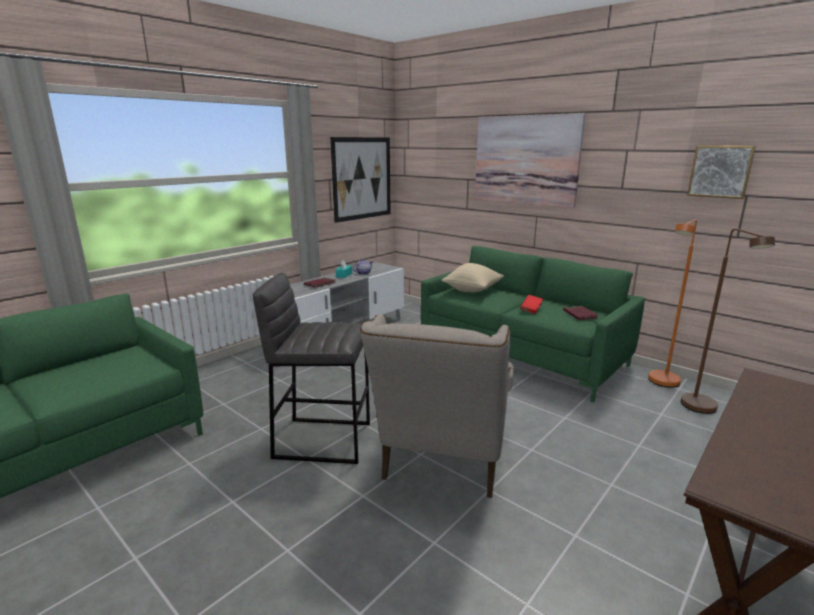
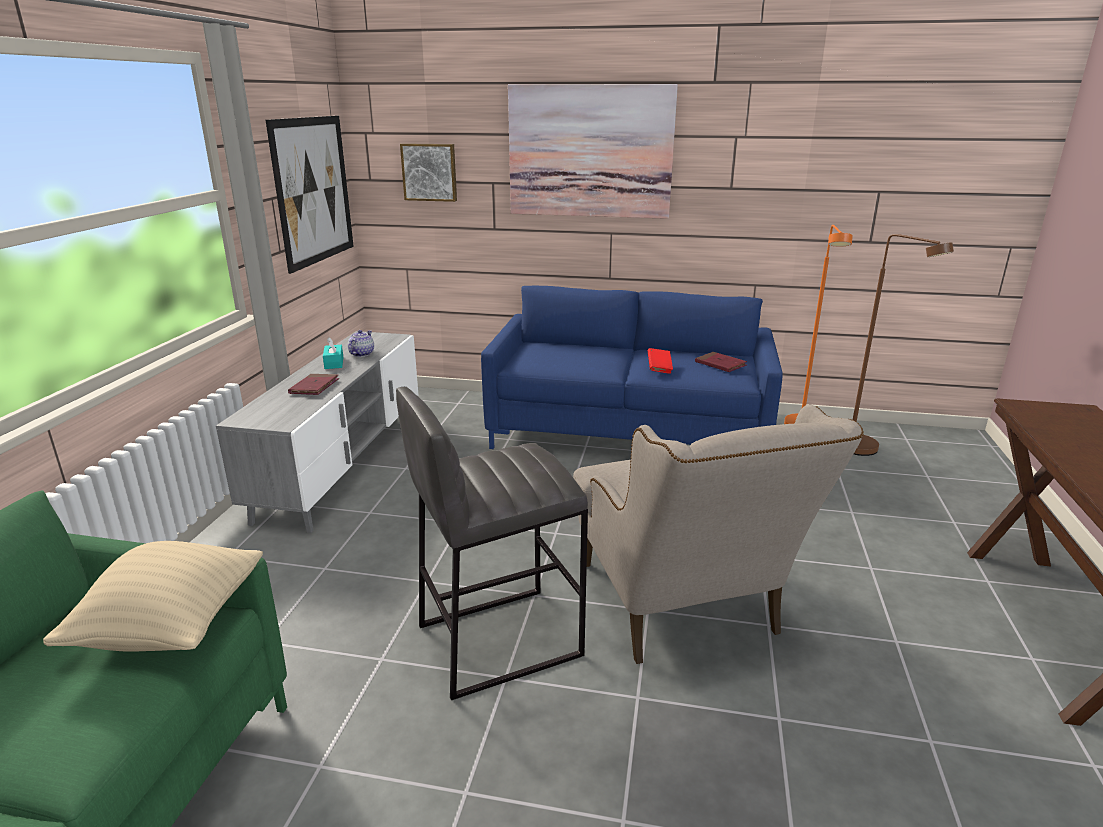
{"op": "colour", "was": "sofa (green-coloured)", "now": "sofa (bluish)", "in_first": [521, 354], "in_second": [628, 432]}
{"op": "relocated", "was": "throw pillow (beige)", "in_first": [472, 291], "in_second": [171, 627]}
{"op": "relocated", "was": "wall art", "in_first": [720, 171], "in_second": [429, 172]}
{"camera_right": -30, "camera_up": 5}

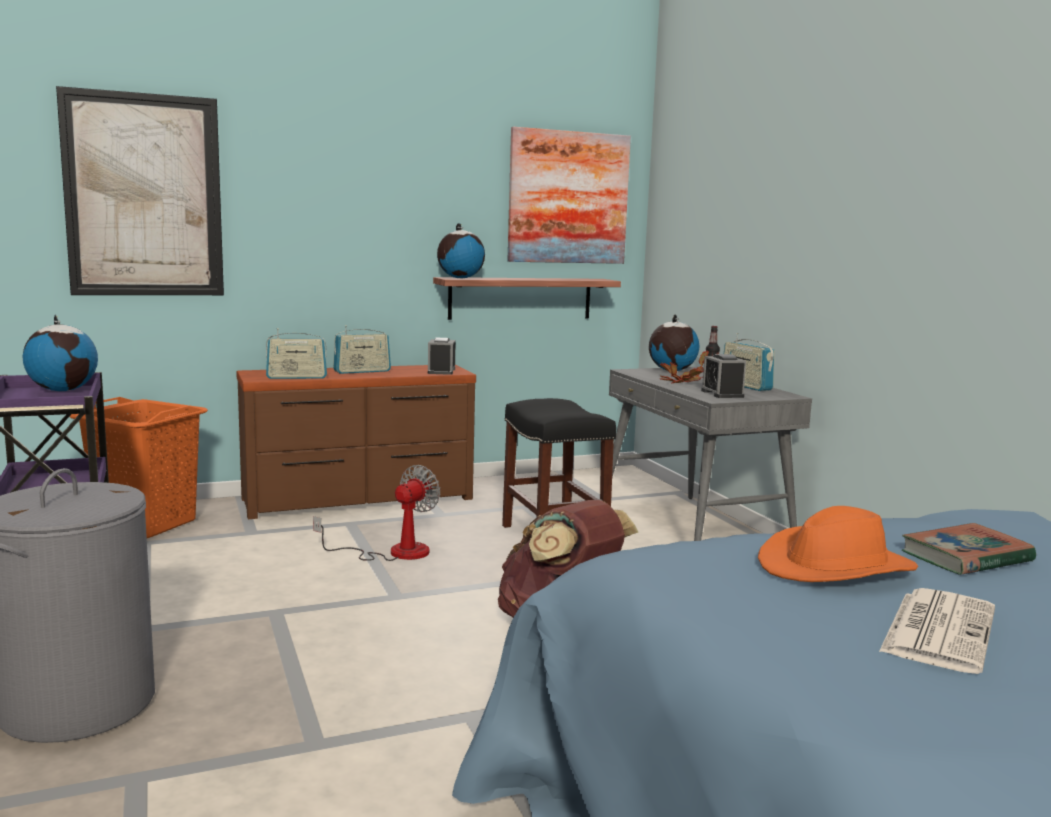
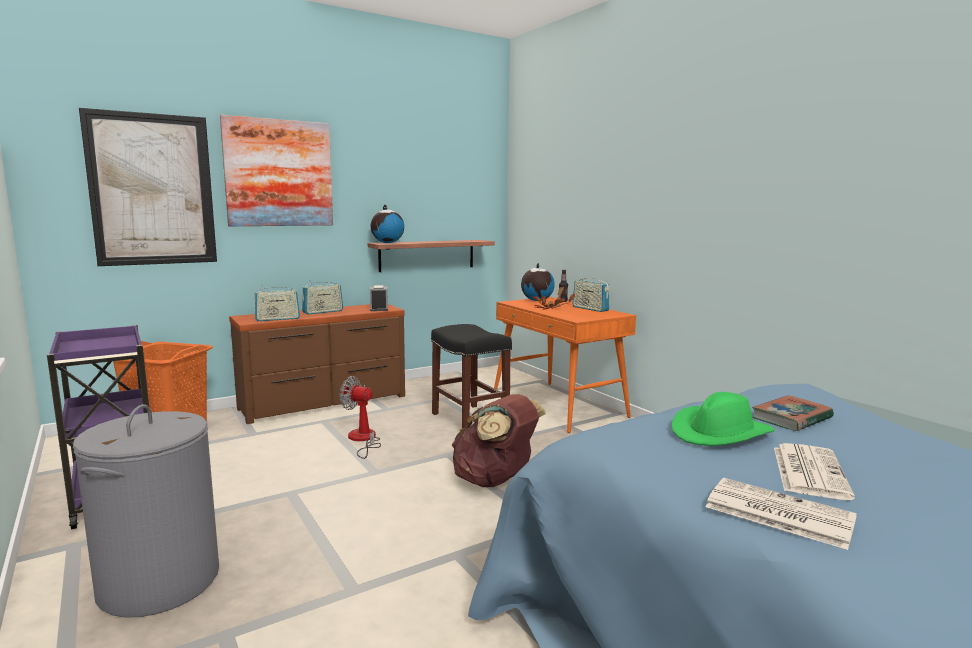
{"op": "missing", "was": "world globe", "in_first": [63, 390]}
{"op": "spun", "was": "fan", "in_first": [394, 552], "in_second": [363, 440], "clockwise": -90}
{"op": "relocated", "was": "wall art", "in_first": [568, 198], "in_second": [279, 173]}
{"op": "colour", "was": "desk table (gray)", "now": "desk table (orange)", "in_first": [693, 530], "in_second": [559, 406]}
{"op": "missing", "was": "table clock", "in_first": [722, 394]}
{"op": "colour", "was": "clothing hat (orange)", "now": "clothing hat (green-coloured)", "in_first": [835, 567], "in_second": [720, 433]}
{"op": "appeared", "now": "newspaper", "in_second": [776, 513]}
{"camera_right": -10, "camera_up": 0}

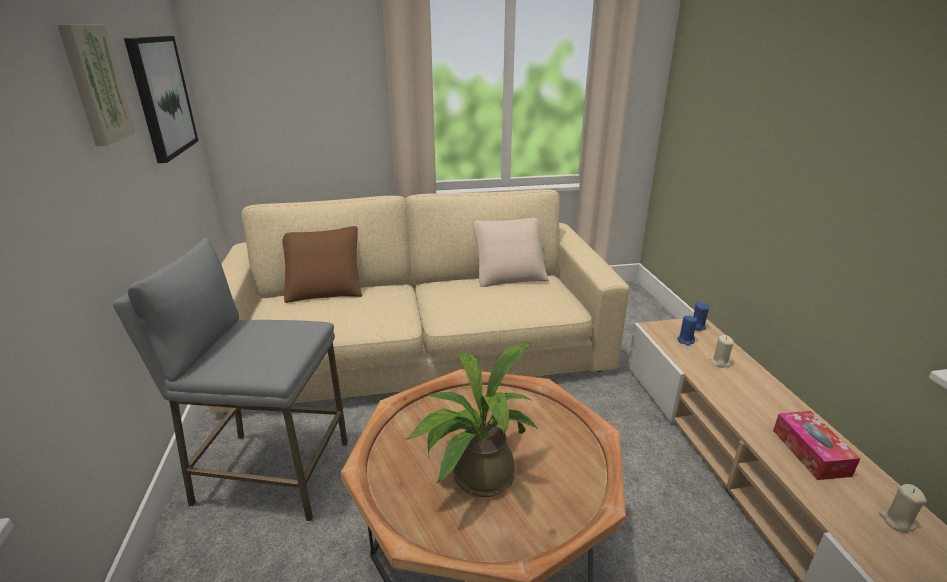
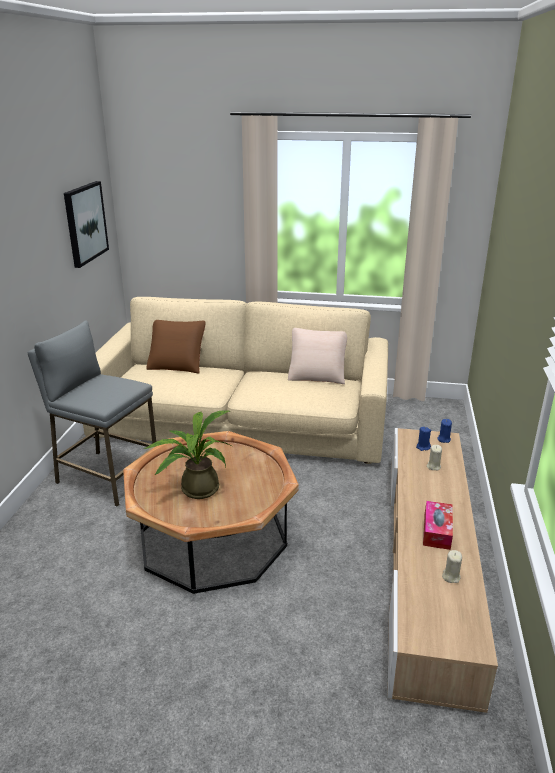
{"op": "missing", "was": "wall art", "in_first": [94, 84]}
{"camera_right": 20, "camera_up": 0}

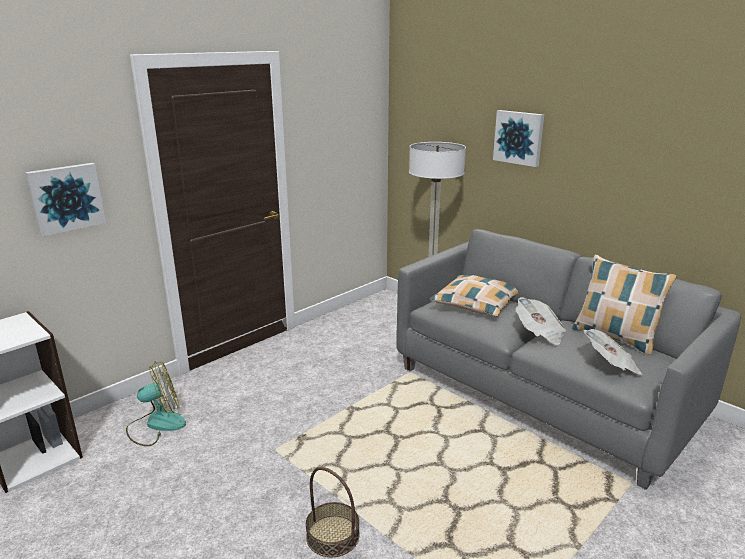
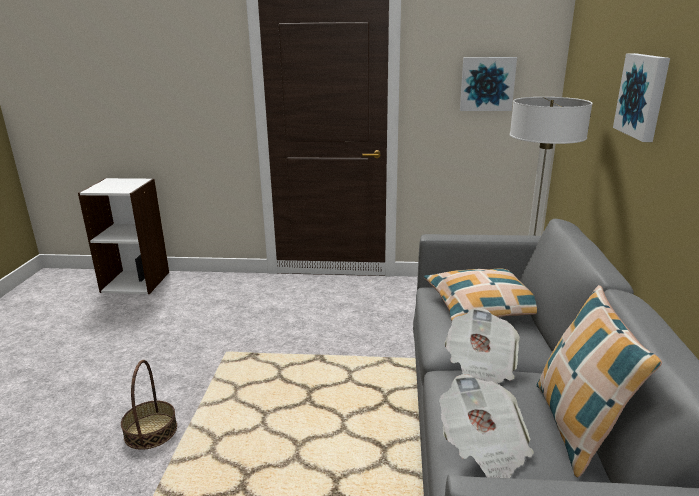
{"op": "relocated", "was": "wall art", "in_first": [66, 198], "in_second": [487, 84]}
{"op": "missing", "was": "fan", "in_first": [156, 424]}
{"camera_right": 50, "camera_up": 0}

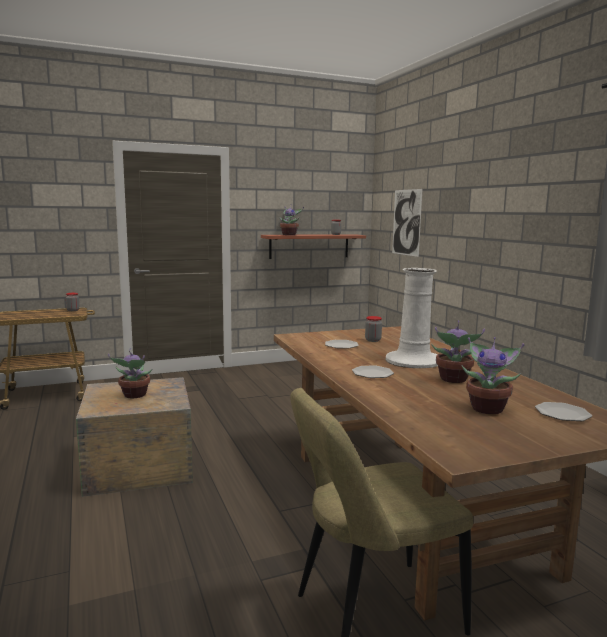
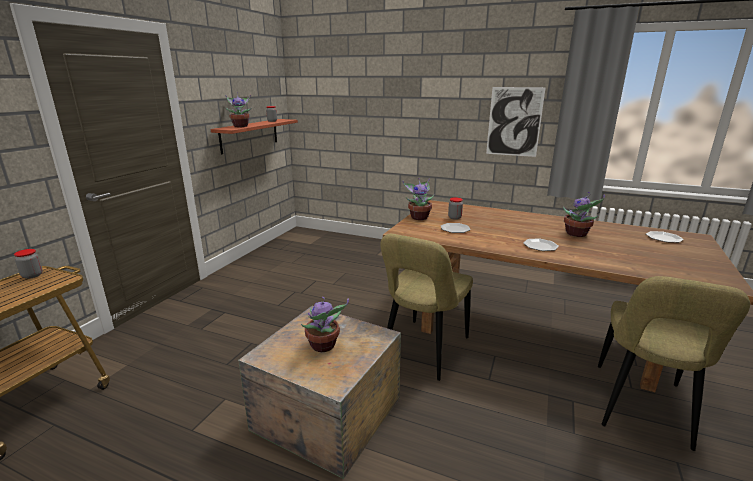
{"op": "missing", "was": "vase (white)", "in_first": [413, 360]}
{"op": "relocated", "was": "wall art", "in_first": [406, 222], "in_second": [514, 122]}
{"op": "relocated", "was": "houseplant", "in_first": [488, 408], "in_second": [419, 217]}
{"op": "appeared", "now": "upright chair (beige)", "in_second": [423, 351]}
{"camera_right": -45, "camera_up": 10}

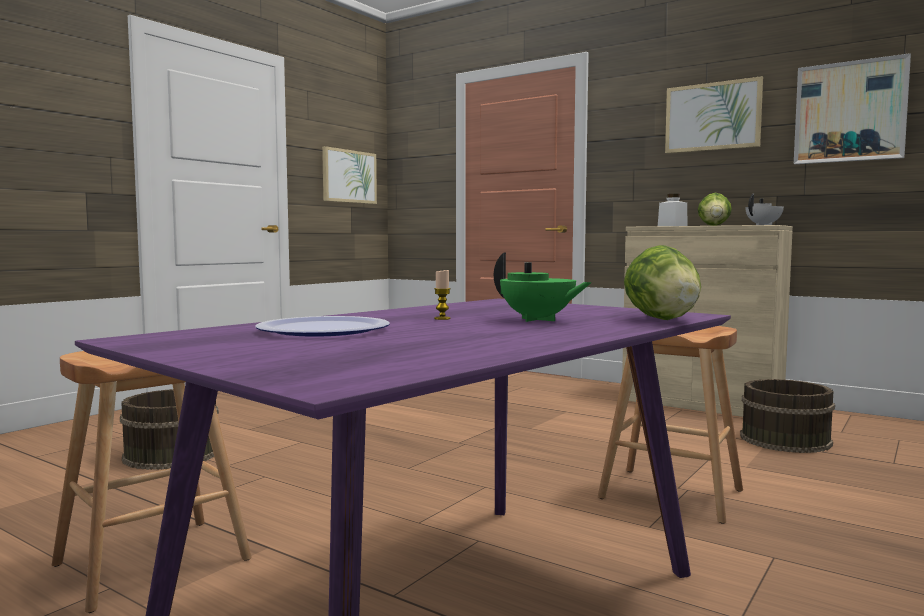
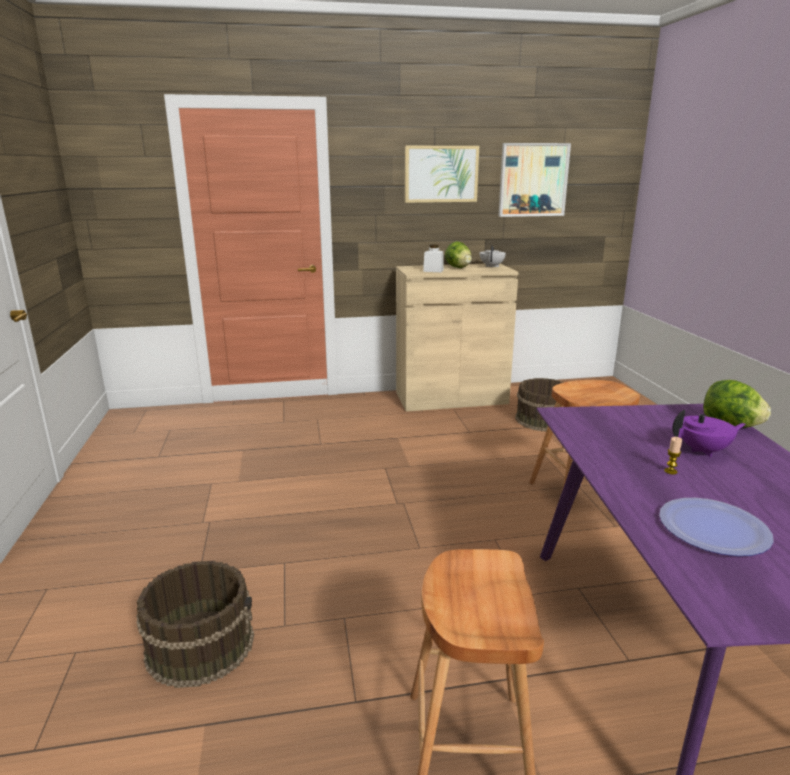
{"op": "missing", "was": "wall art", "in_first": [349, 176]}
{"op": "colour", "was": "teapot (green-coloured)", "now": "teapot (purplish)", "in_first": [538, 320], "in_second": [703, 451]}
{"camera_right": -45, "camera_up": 15}

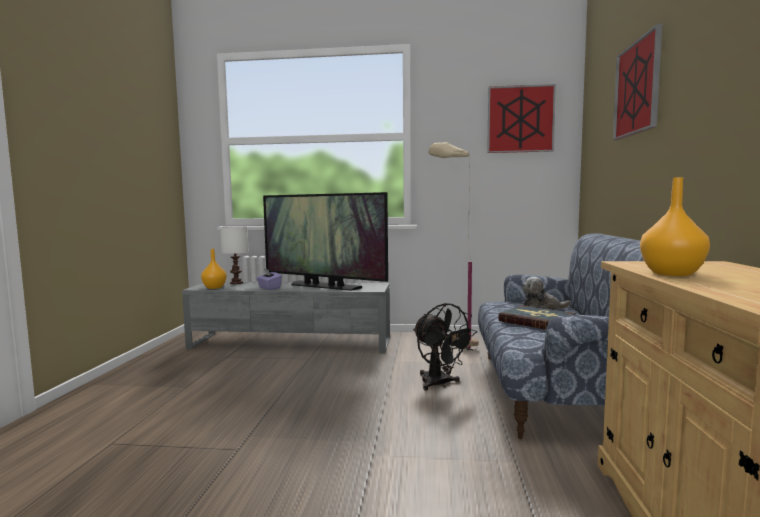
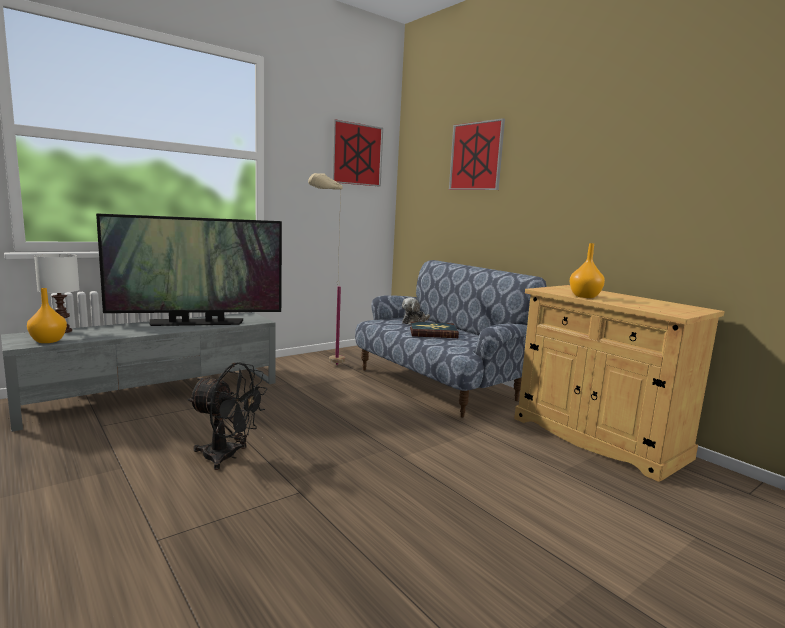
{"op": "missing", "was": "tissue holder (purplish)", "in_first": [269, 288]}
{"op": "relocated", "was": "fan (blackish)", "in_first": [439, 384], "in_second": [227, 457]}
{"camera_right": -45, "camera_up": 5}

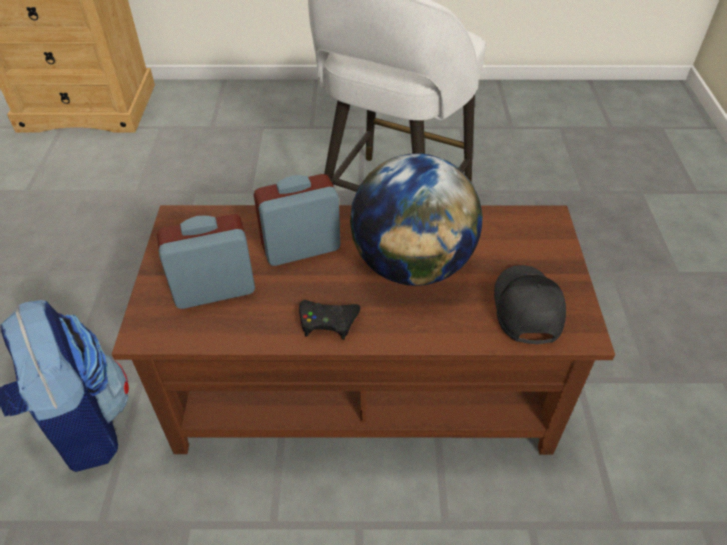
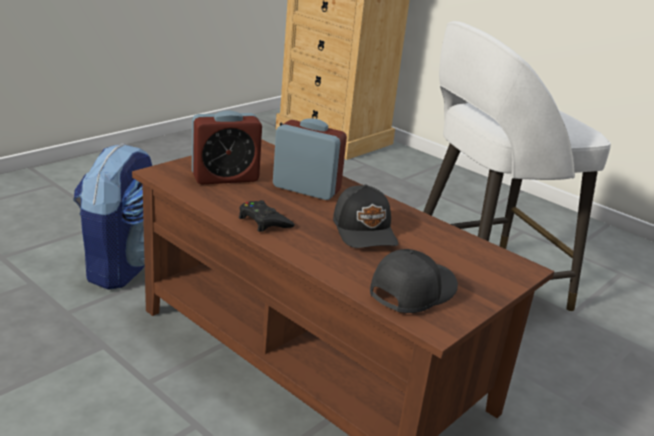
{"op": "spun", "was": "table clock", "in_first": [214, 289], "in_second": [225, 177], "clockwise": 135}
{"op": "exchanged", "was": "world globe", "now": "cap (blackish)", "in_first": [412, 265], "in_second": [365, 231]}
{"camera_right": 40, "camera_up": -20}

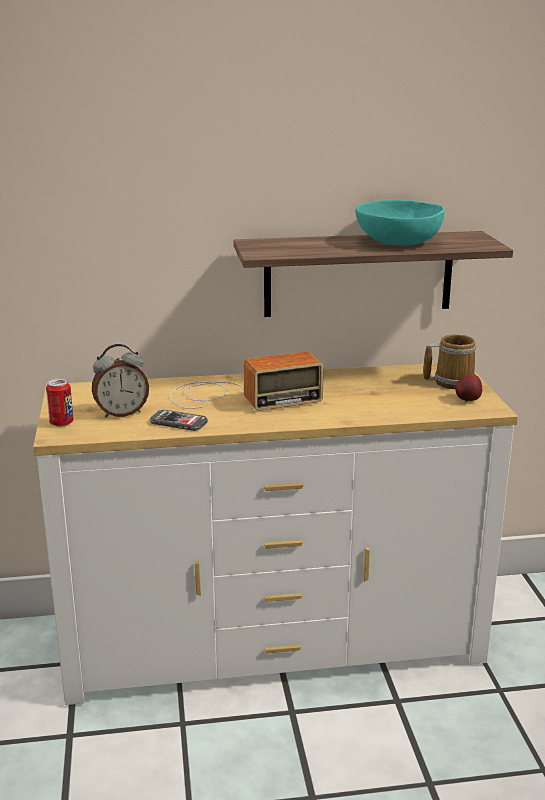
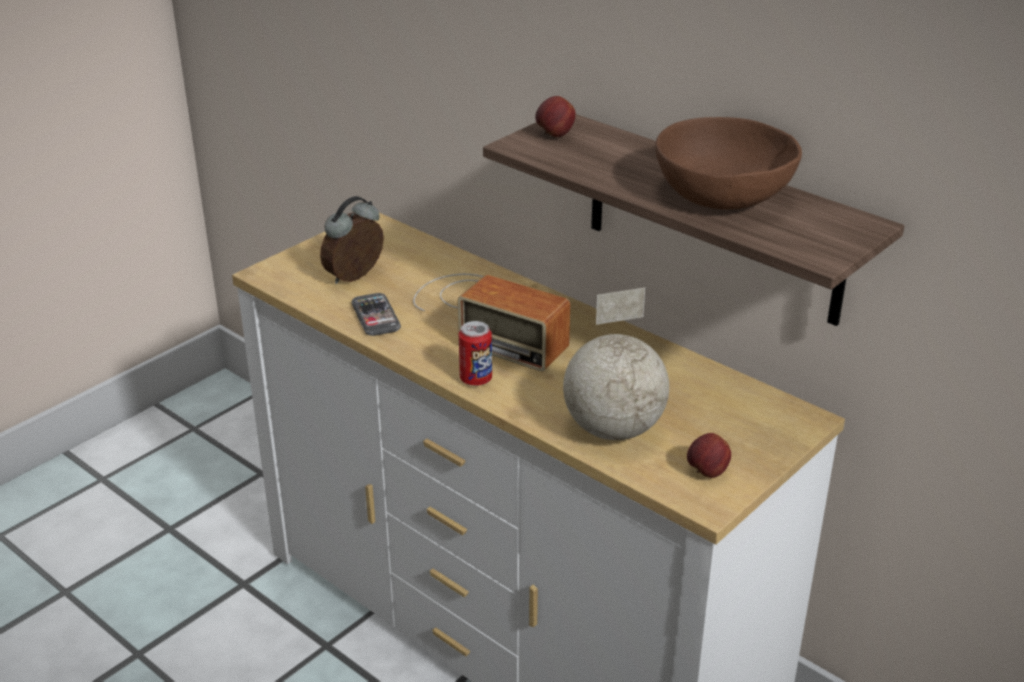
{"op": "relocated", "was": "can", "in_first": [61, 423], "in_second": [476, 379]}
{"op": "spun", "was": "table clock", "in_first": [121, 413], "in_second": [356, 278], "clockwise": 105}
{"op": "colour", "was": "deep dish (turquoise-coloured)", "now": "deep dish (brownish)", "in_first": [397, 242], "in_second": [722, 194]}
{"op": "missing", "was": "tea mug", "in_first": [450, 382]}
{"op": "appeared", "now": "apple", "in_second": [555, 135]}
{"op": "appeared", "now": "world globe", "in_second": [612, 429]}
{"camera_right": 50, "camera_up": 10}

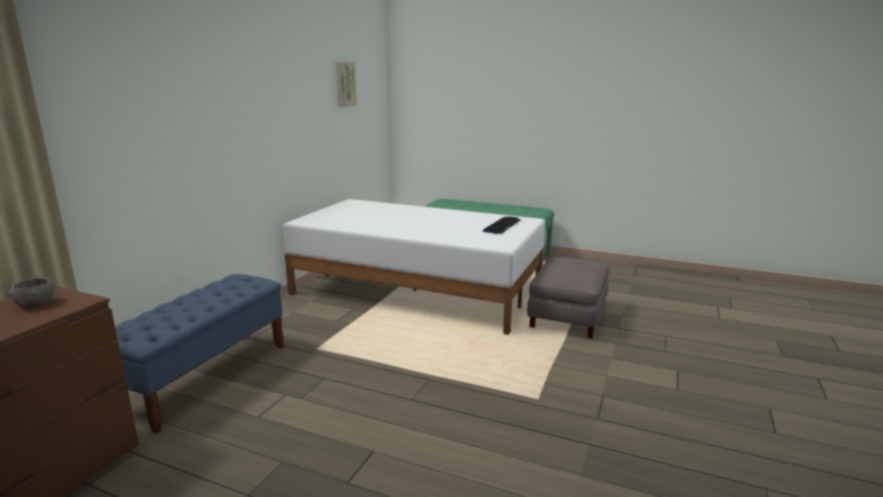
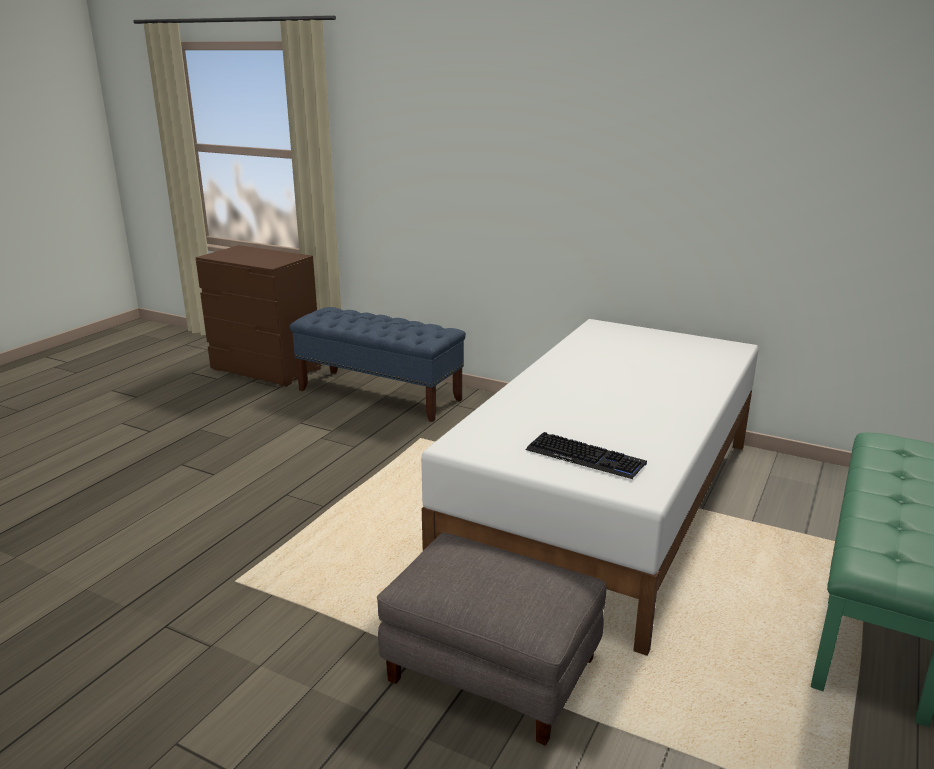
{"op": "missing", "was": "deep dish (gray)", "in_first": [35, 303]}
{"op": "missing", "was": "wall art", "in_first": [345, 84]}
{"camera_right": 95, "camera_up": 5}

